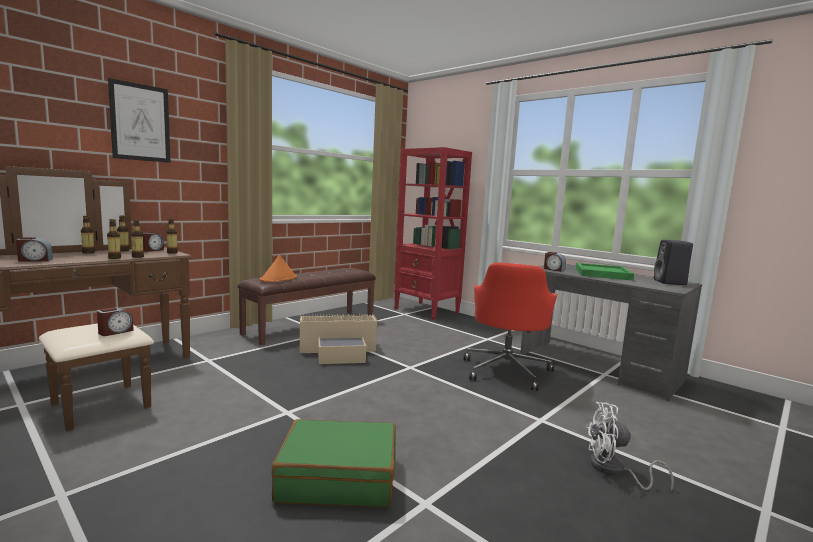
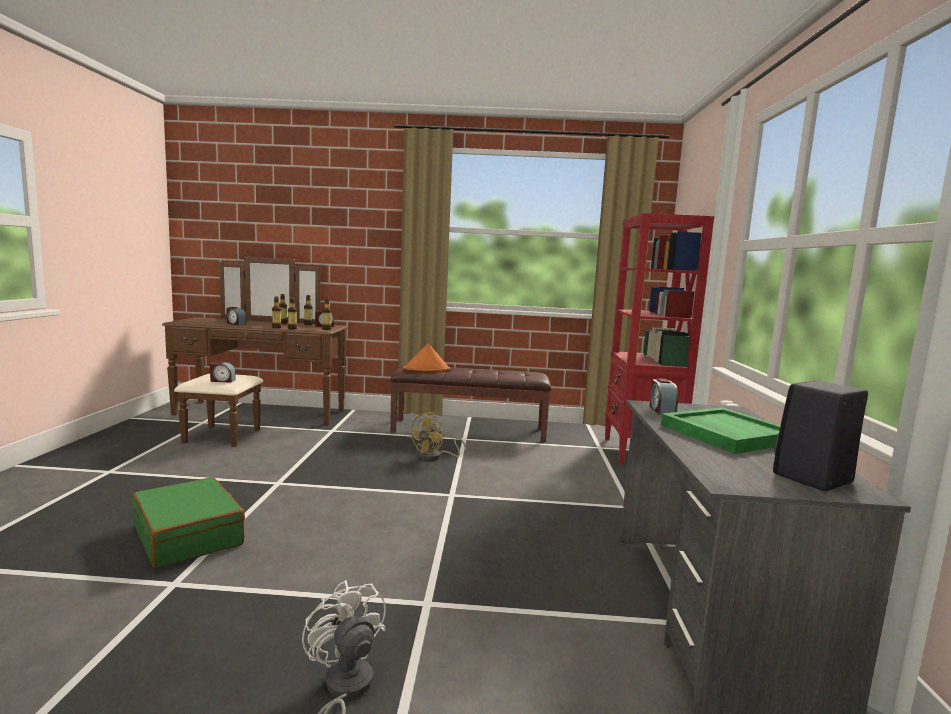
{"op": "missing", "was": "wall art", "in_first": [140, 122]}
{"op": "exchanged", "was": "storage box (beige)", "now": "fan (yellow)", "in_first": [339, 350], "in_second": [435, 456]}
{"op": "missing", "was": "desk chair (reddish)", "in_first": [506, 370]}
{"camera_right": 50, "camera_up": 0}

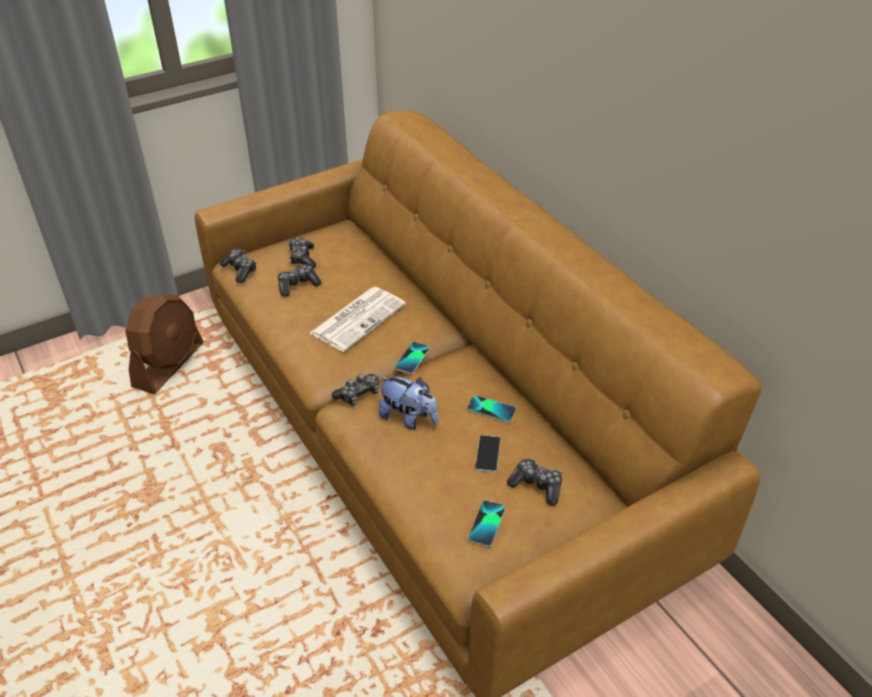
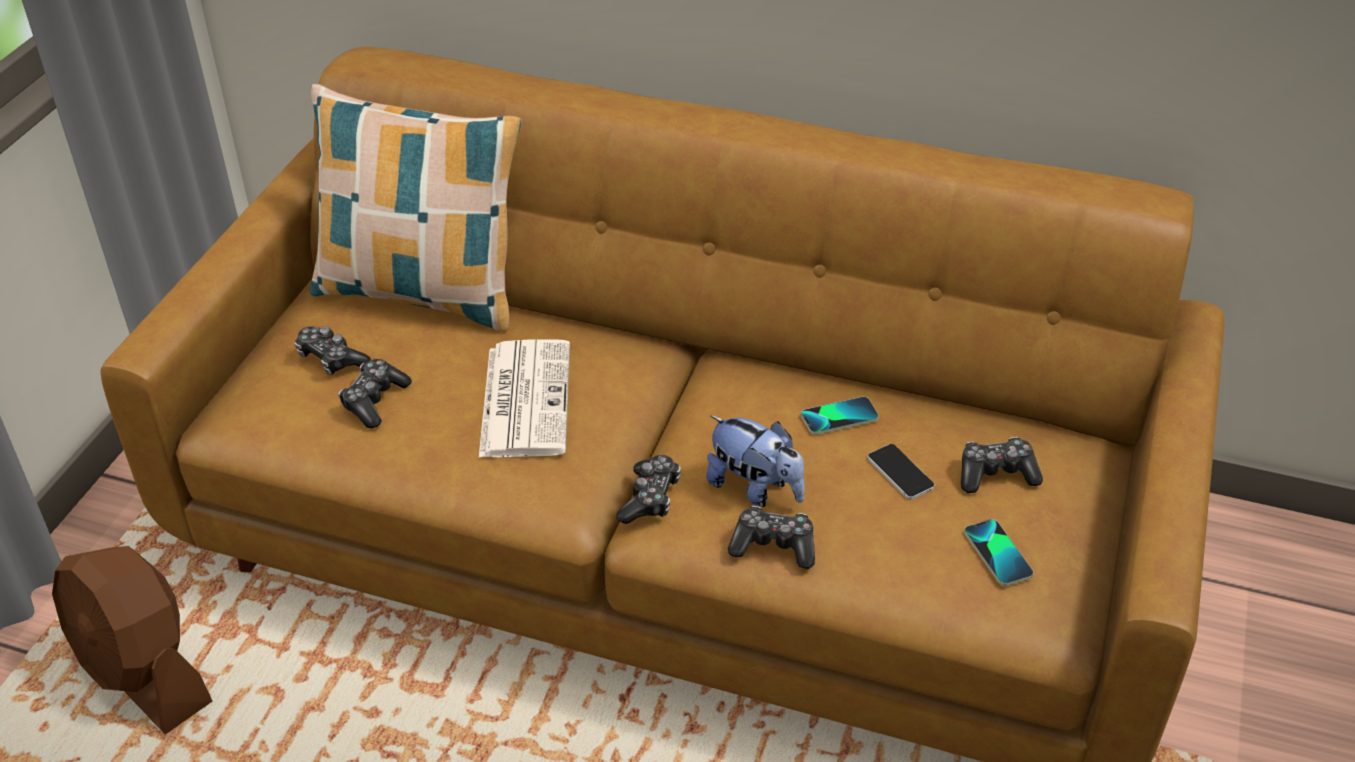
{"op": "spun", "was": "fan (brownish)", "in_first": [169, 365], "in_second": [144, 673], "clockwise": 150}
{"op": "relocated", "was": "joypad", "in_first": [240, 270], "in_second": [773, 546]}
{"op": "spun", "was": "cuddly toy", "in_first": [409, 418], "in_second": [755, 488], "clockwise": 45}
{"op": "missing", "was": "phone", "in_first": [412, 358]}
{"op": "appeared", "now": "throw pillow", "in_second": [422, 293]}
{"camera_right": -40, "camera_up": 0}

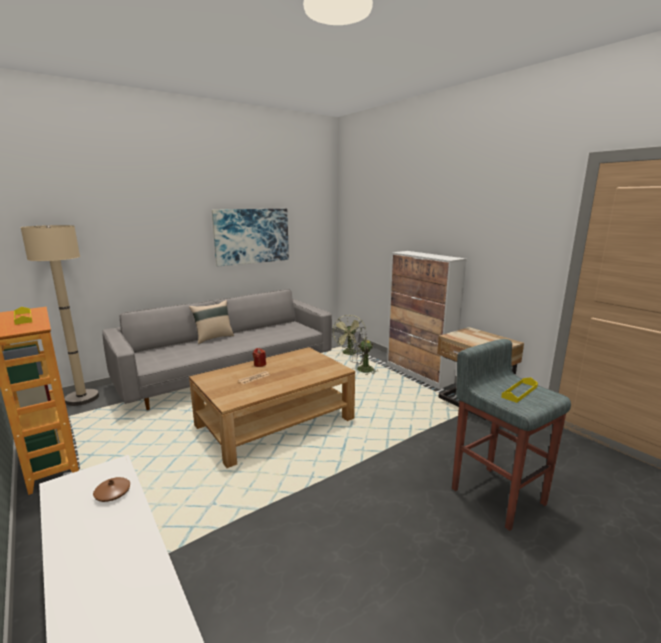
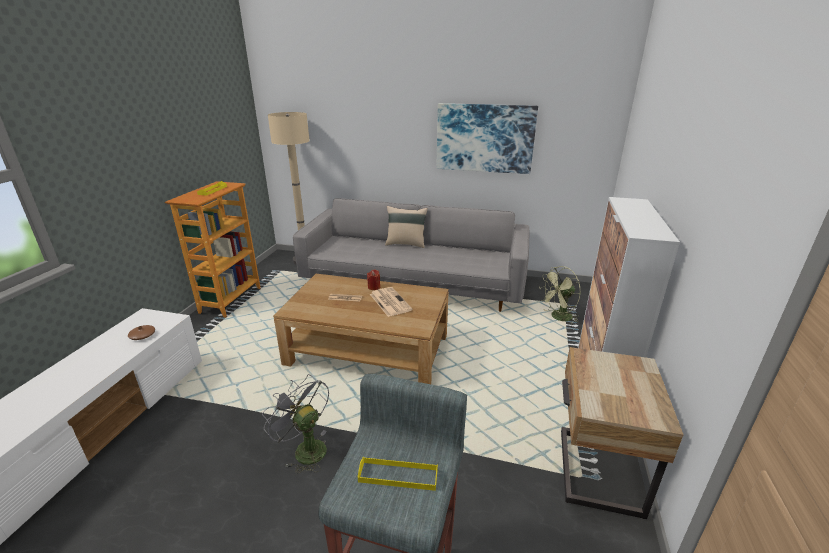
{"op": "relocated", "was": "fan (gray)", "in_first": [361, 370], "in_second": [305, 449]}
{"op": "appeared", "now": "newspaper", "in_second": [389, 302]}
{"camera_right": 50, "camera_up": 10}

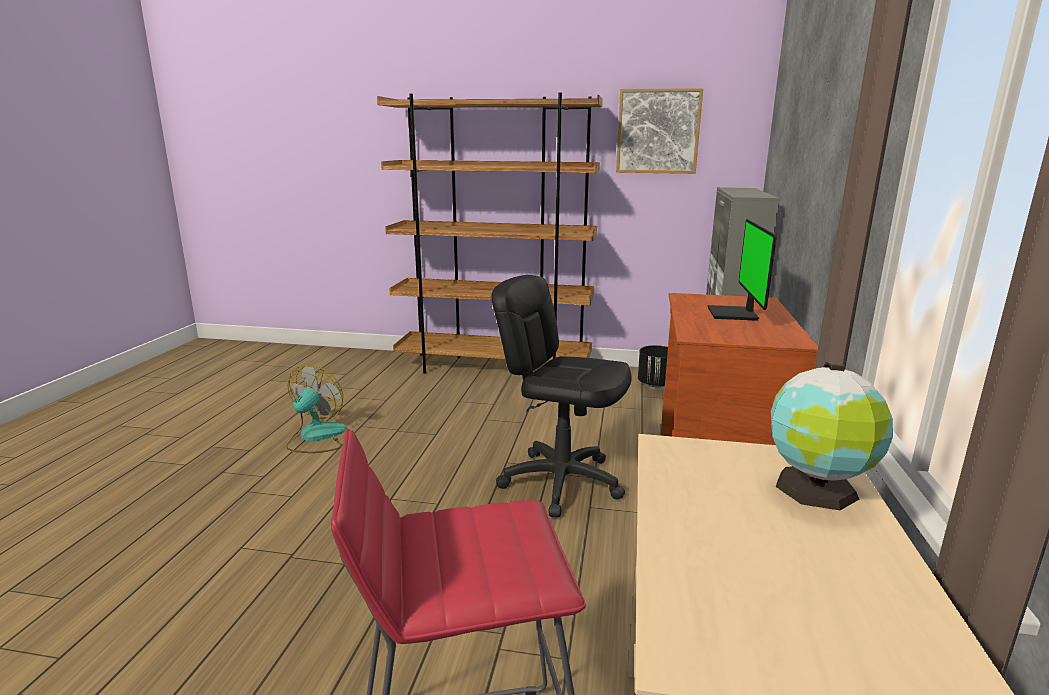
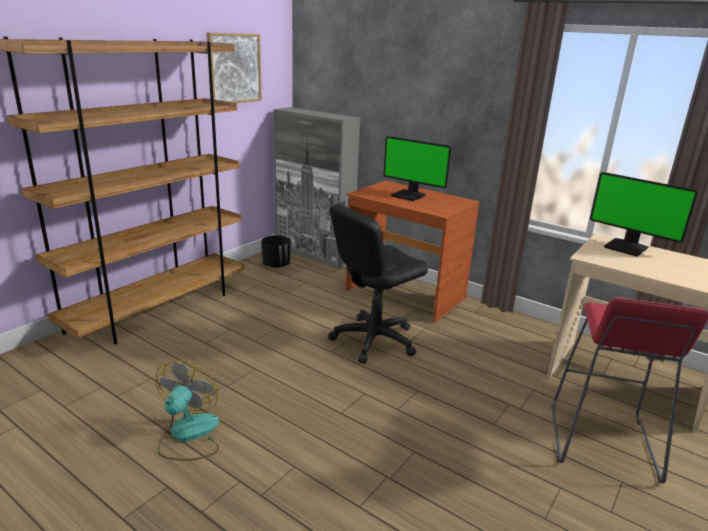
{"op": "spun", "was": "fan", "in_first": [316, 437], "in_second": [188, 435], "clockwise": 60}
{"op": "exchanged", "was": "world globe", "now": "computer display", "in_first": [816, 491], "in_second": [627, 247]}
{"camera_right": -65, "camera_up": 5}

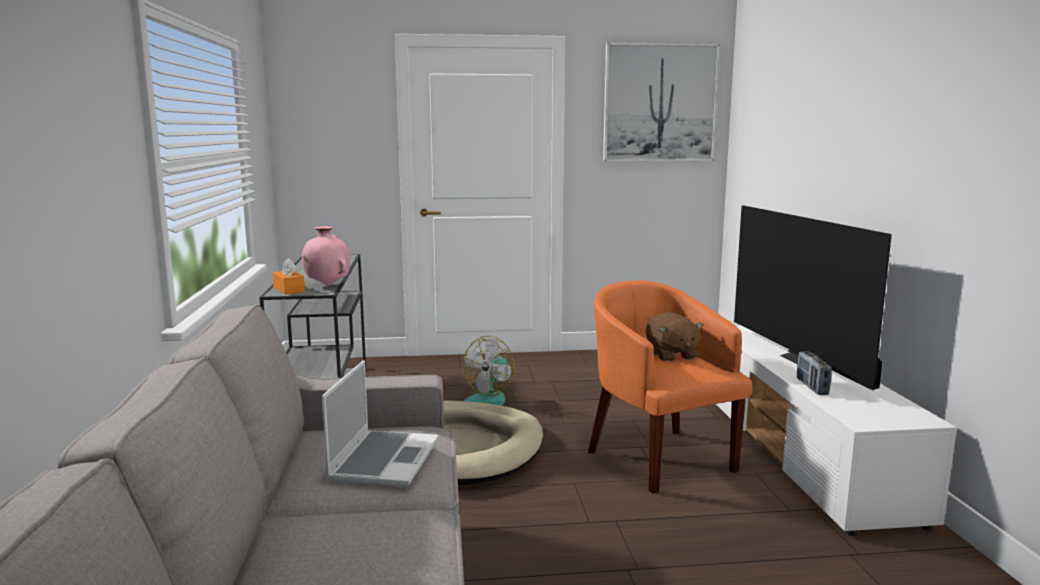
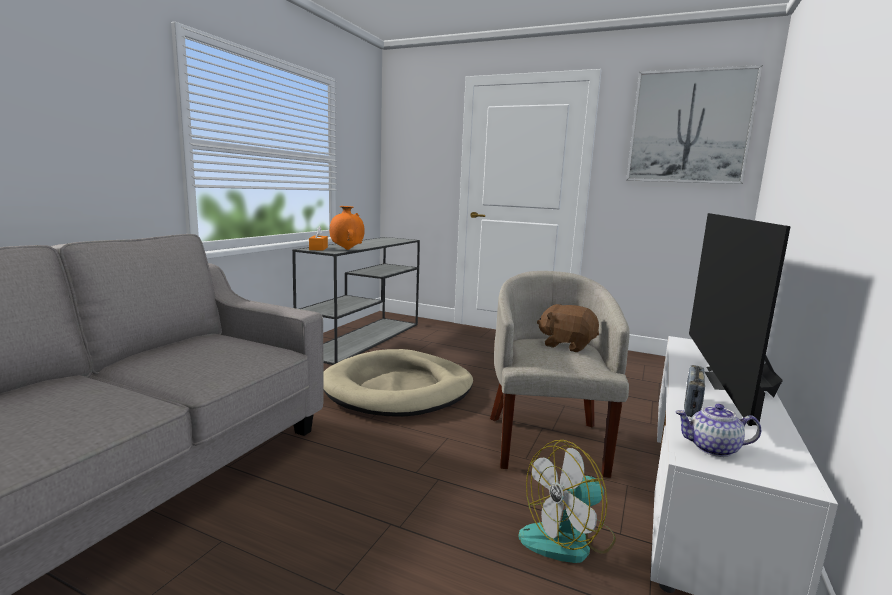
{"op": "colour", "was": "vase (pinkish)", "now": "vase (orange)", "in_first": [327, 285], "in_second": [347, 249]}
{"op": "missing", "was": "laptop", "in_first": [383, 460]}
{"op": "relocated", "was": "fan", "in_first": [491, 399], "in_second": [568, 538]}
{"op": "colour", "was": "armchair (orange)", "now": "armchair (beige)", "in_first": [659, 458], "in_second": [547, 441]}
{"op": "spun", "was": "cuddly toy (brownish)", "in_first": [671, 355], "in_second": [567, 345], "clockwise": 105}
{"op": "appeared", "now": "teapot", "in_second": [712, 448]}
{"camera_right": 30, "camera_up": 0}

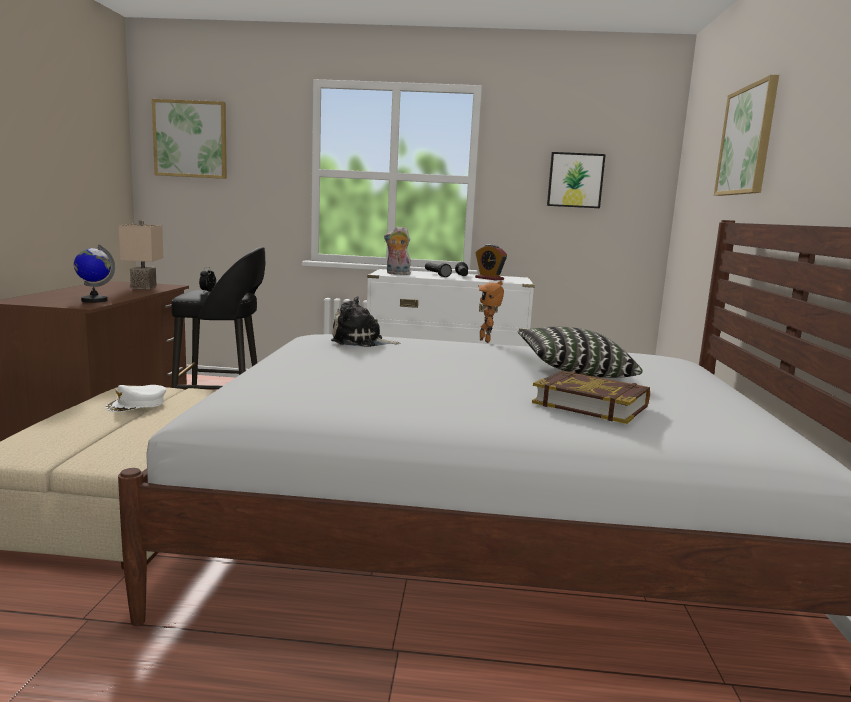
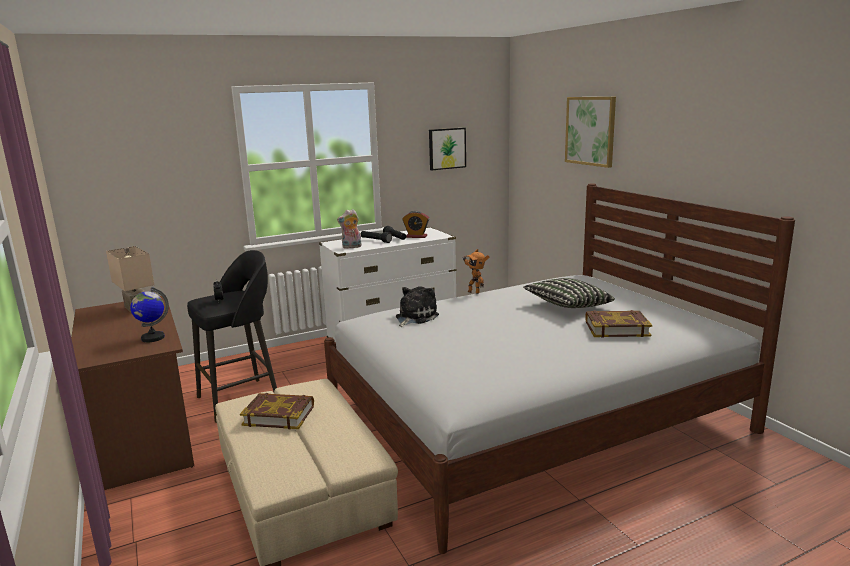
{"op": "exchanged", "was": "cap (white)", "now": "volume", "in_first": [136, 404], "in_second": [279, 415]}
{"op": "missing", "was": "wall art", "in_first": [190, 139]}
{"op": "spun", "was": "cuddly toy", "in_first": [361, 342], "in_second": [414, 317], "clockwise": 150}
{"camera_right": -30, "camera_up": 5}

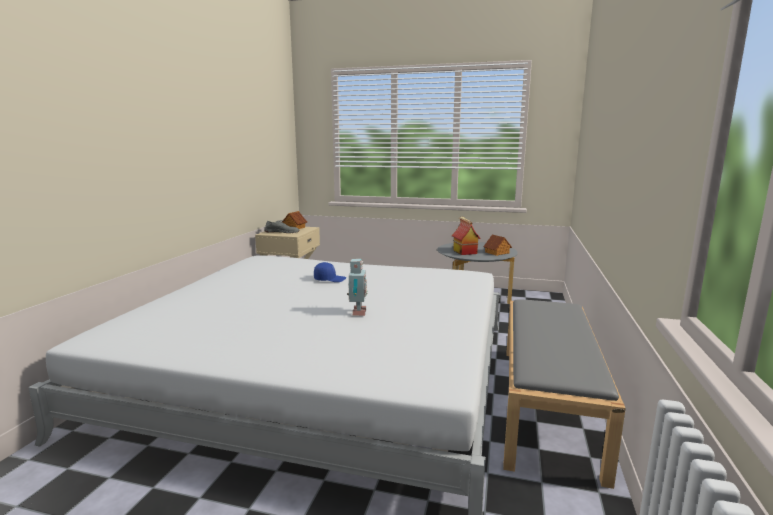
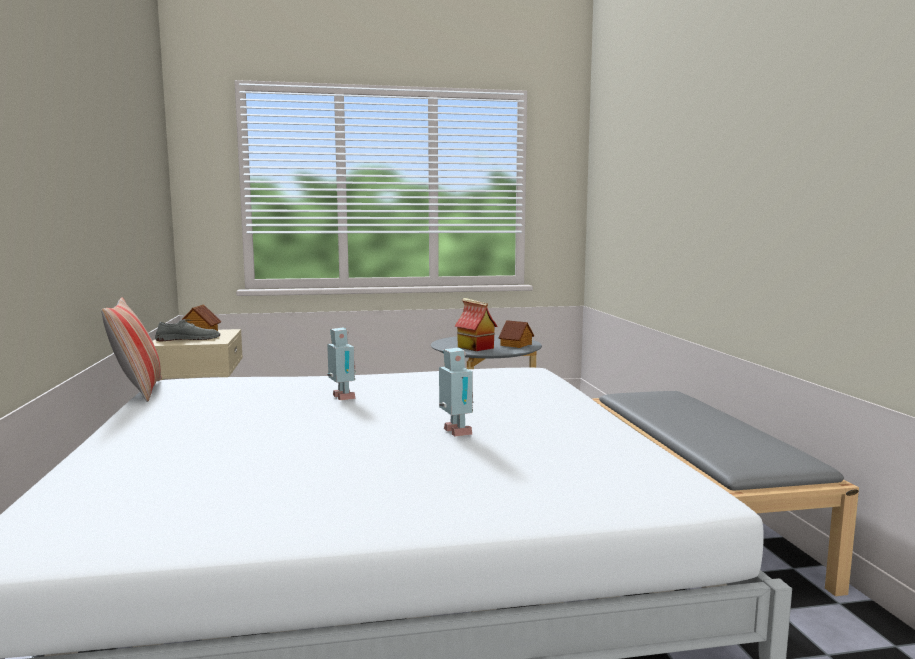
{"op": "exchanged", "was": "cap (bluish)", "now": "robot figure", "in_first": [329, 279], "in_second": [341, 398]}
{"op": "appeared", "now": "throw pillow", "in_second": [138, 391]}
{"camera_right": -25, "camera_up": -5}

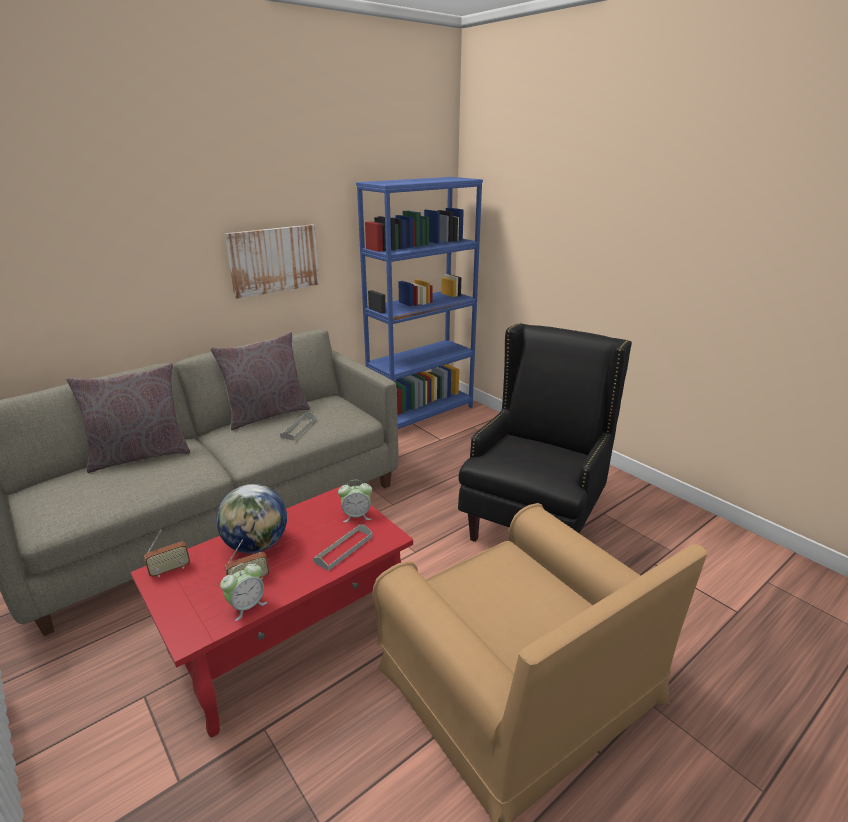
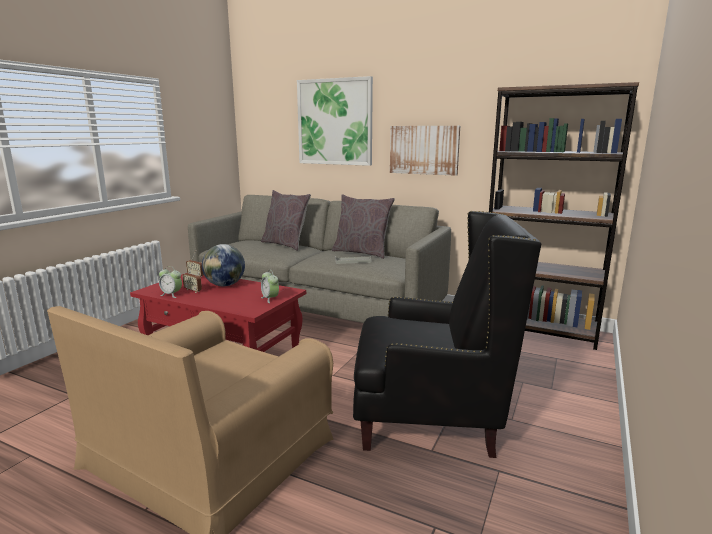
{"op": "missing", "was": "carrying tray (gray)", "in_first": [344, 549]}
{"op": "colour", "was": "bookshelf (bluish)", "now": "bookshelf (brownish)", "in_first": [422, 413], "in_second": [538, 330]}
{"op": "appeared", "now": "wall art", "in_second": [335, 122]}
{"camera_right": 65, "camera_up": -10}

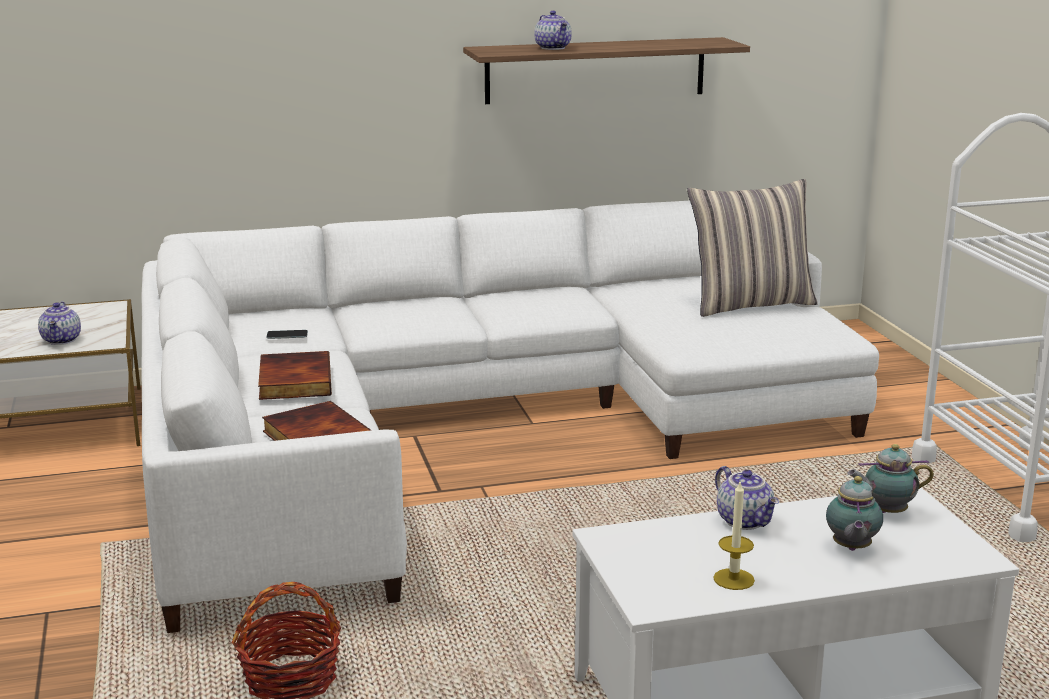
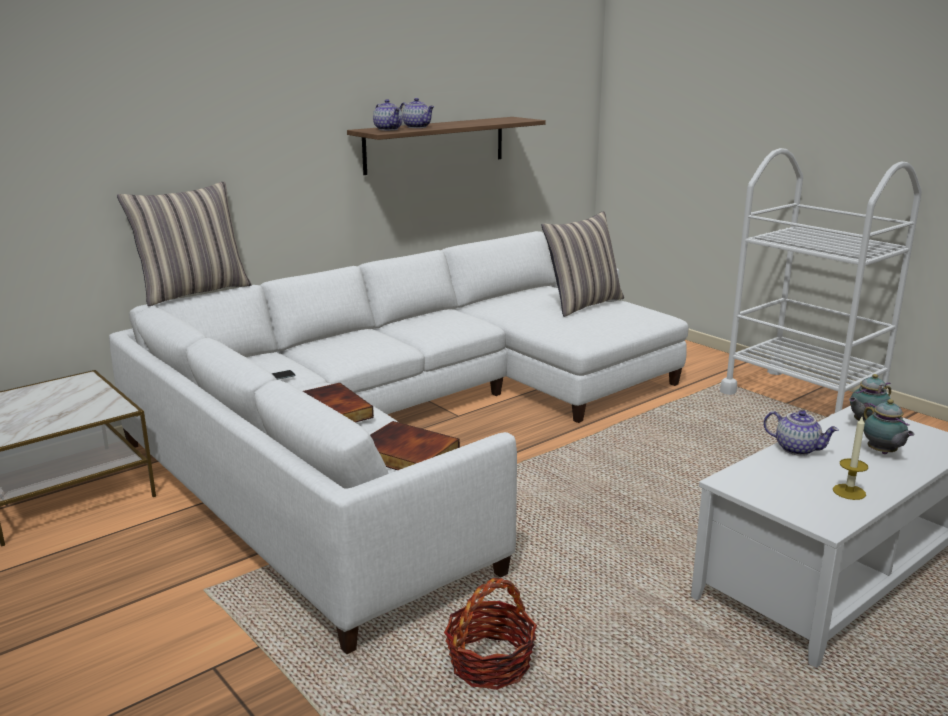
{"op": "relocated", "was": "teapot", "in_first": [62, 340], "in_second": [389, 129]}
{"op": "appeared", "now": "throw pillow", "in_second": [193, 292]}
{"camera_right": -25, "camera_up": 0}

